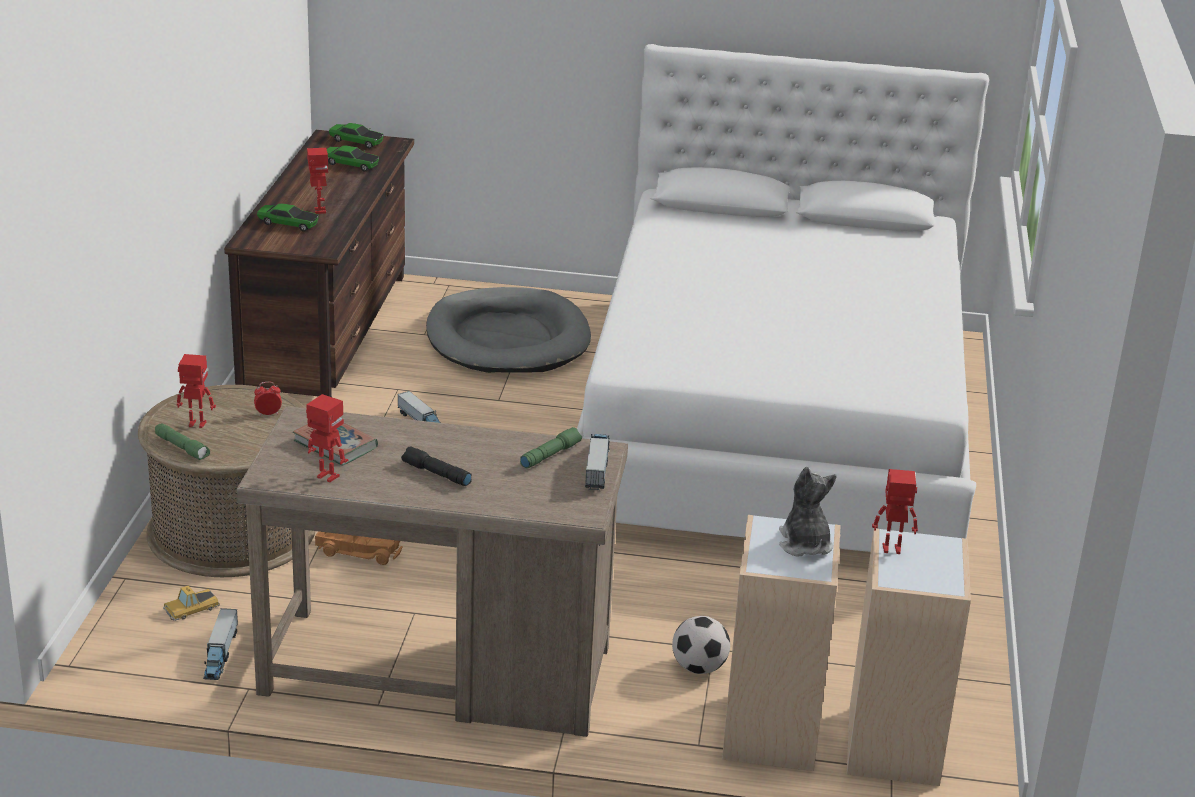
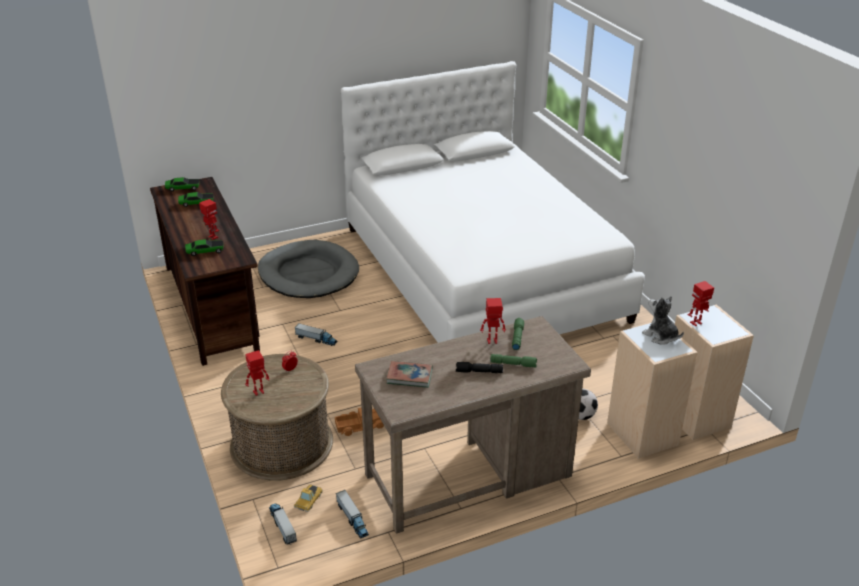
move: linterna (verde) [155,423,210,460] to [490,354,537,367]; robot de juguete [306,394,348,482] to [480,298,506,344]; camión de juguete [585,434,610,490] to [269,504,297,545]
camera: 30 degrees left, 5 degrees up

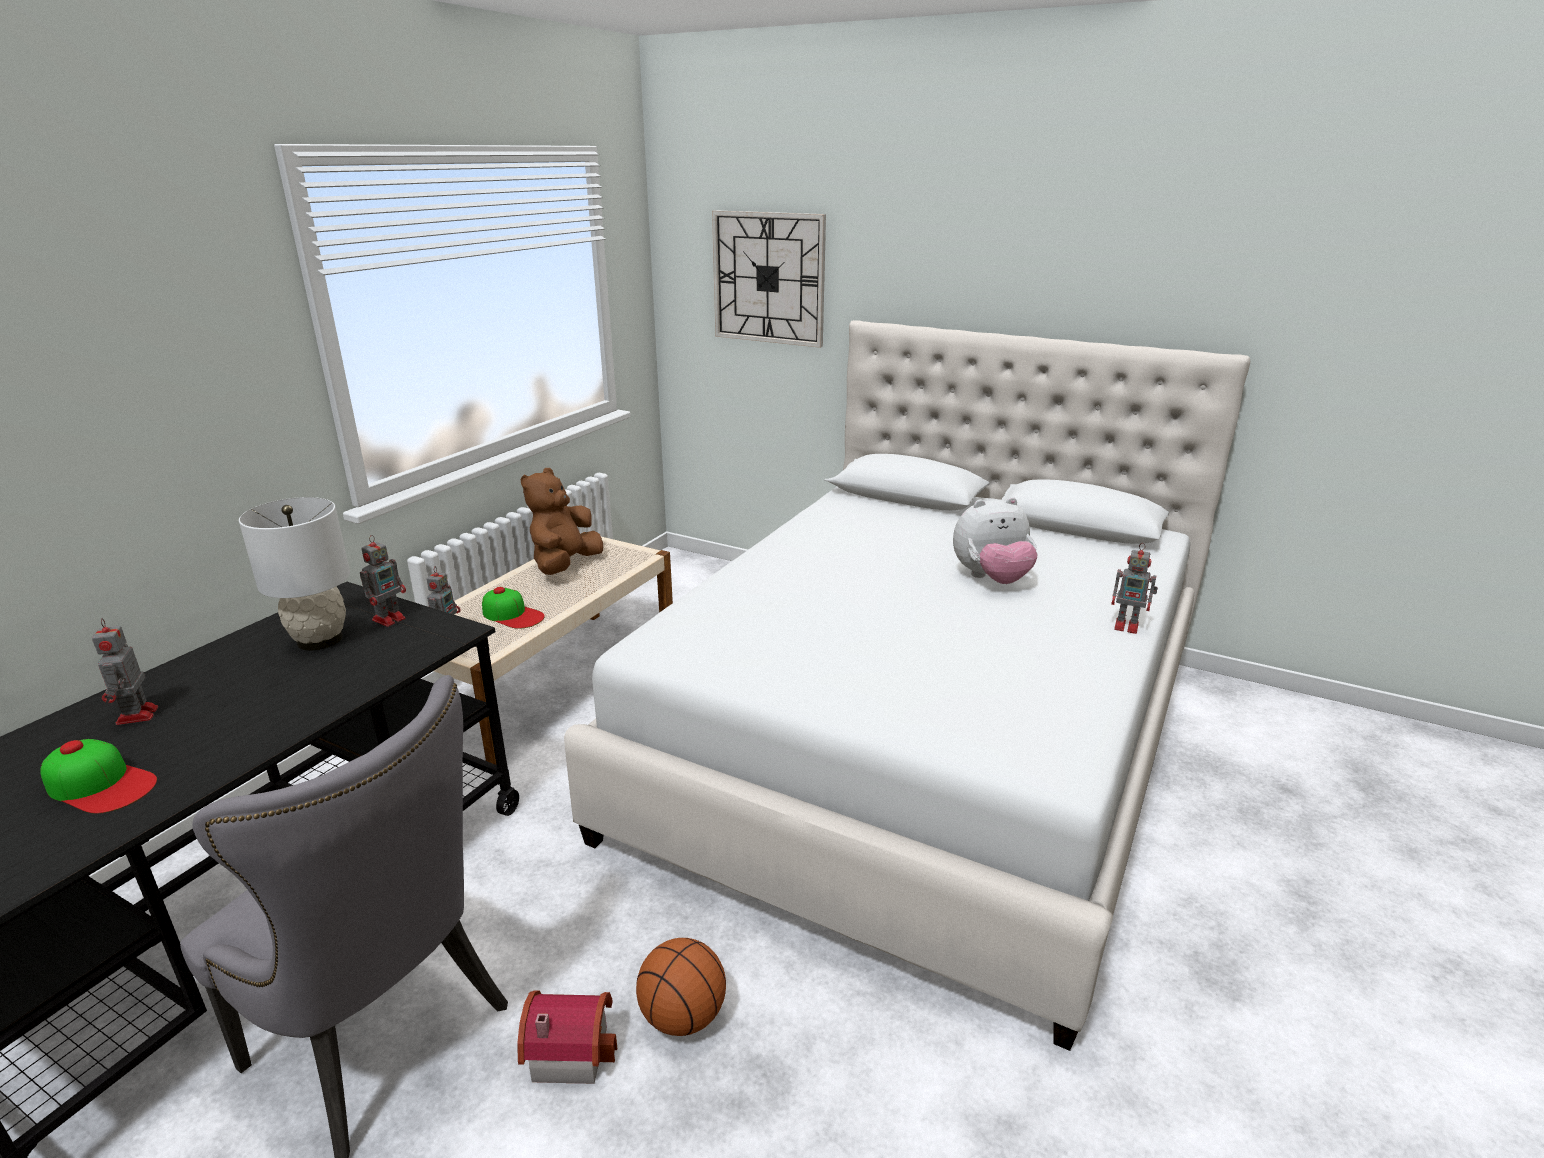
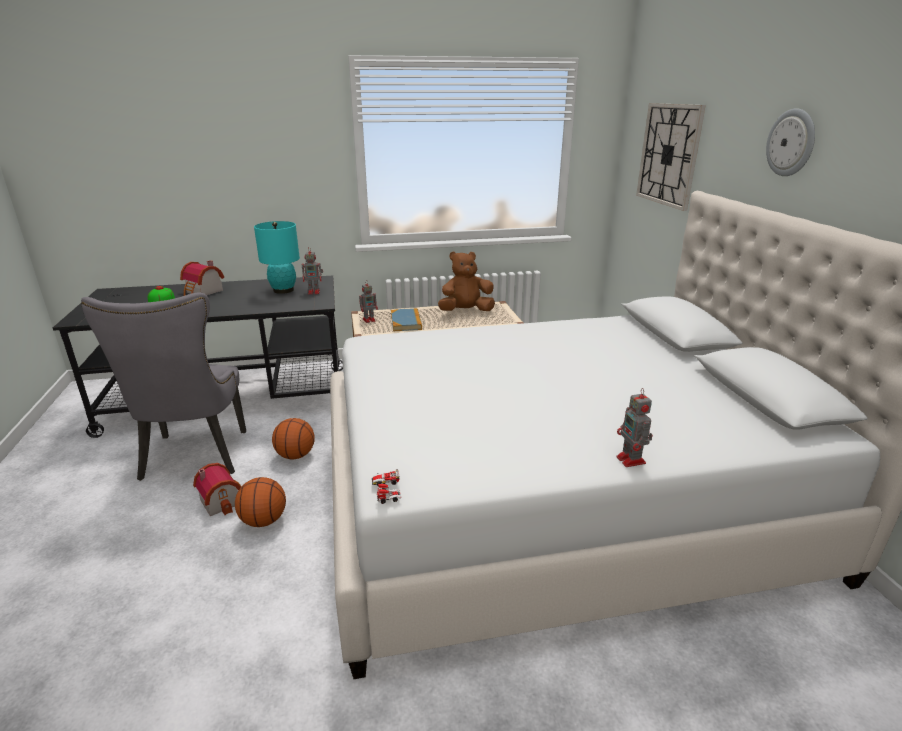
delete: peluche [953,497,1038,584]
insert: balón de baloncesto [272,418,315,459]; coche de juguete [372,469,401,504]; reloj de pared [766,108,815,176]
replace: robot de juguete [92,618,158,725] to casita [180,260,224,296]; gorra [482,587,545,629] to libro [391,308,422,331]
recolor: lámpara de mesa (blanco) [239,497,350,650] to lámpara de mesa (turquesa) [254,221,300,294]
camera: 50 degrees right, 0 degrees up

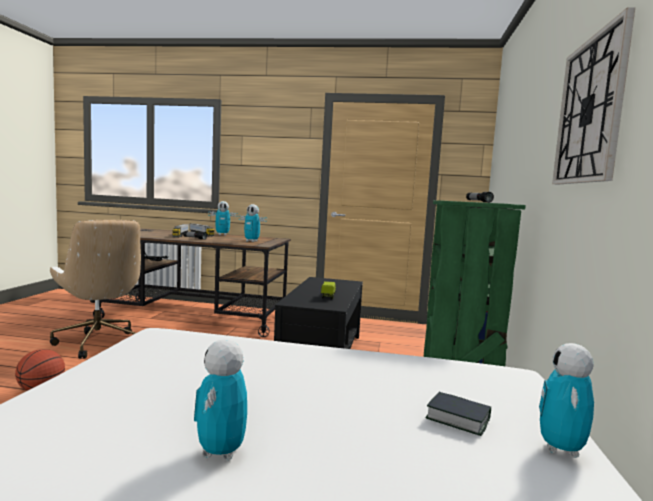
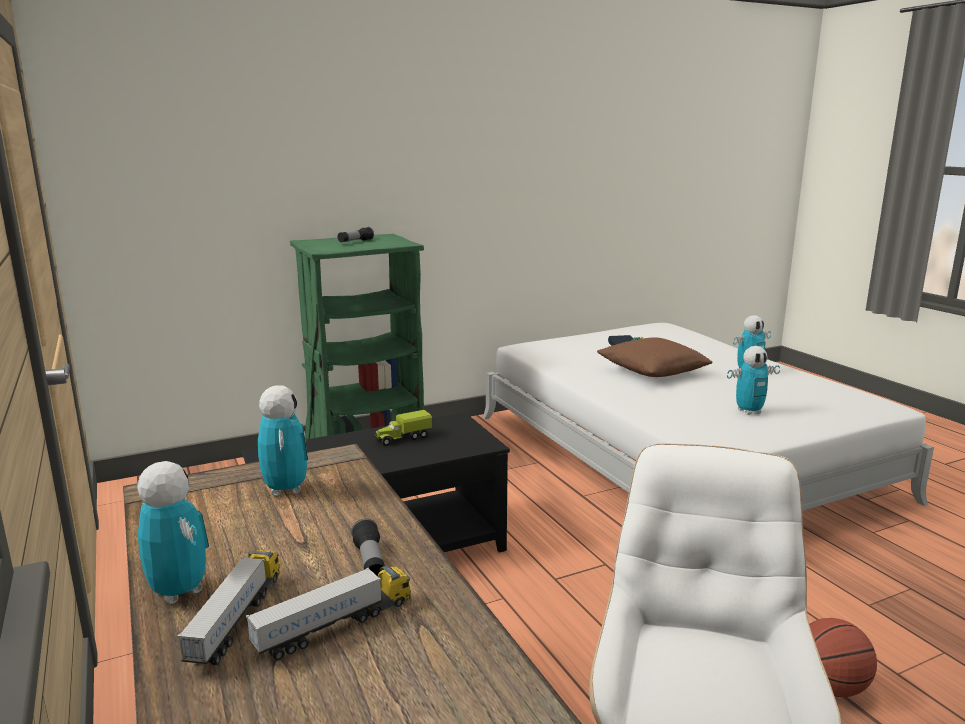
delete: reloj de pared [552,7,635,184]
insert: cojín (marrón) [597,337,712,377]
move: robot de juguete [539,343,594,458] to [727,346,780,415]
camera: 125 degrees left, 10 degrees up

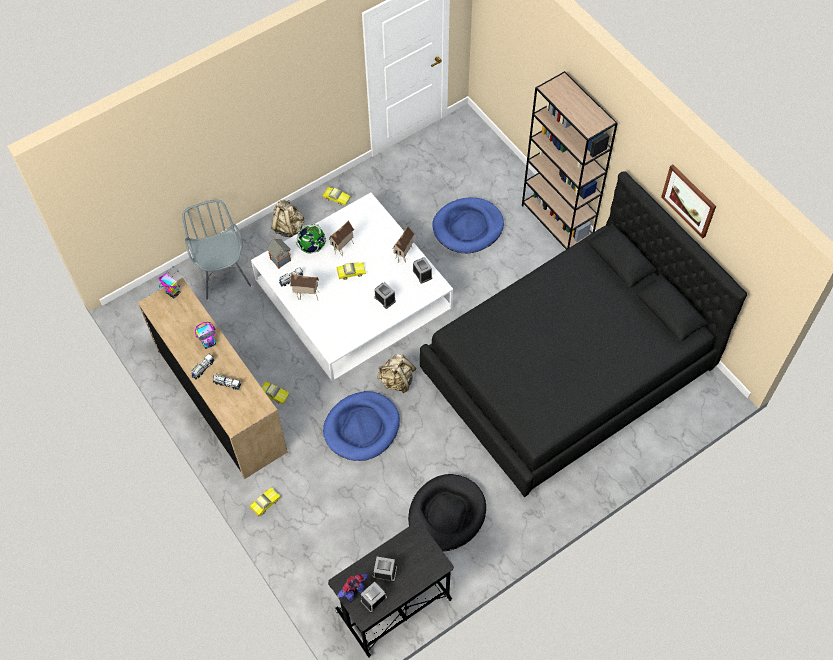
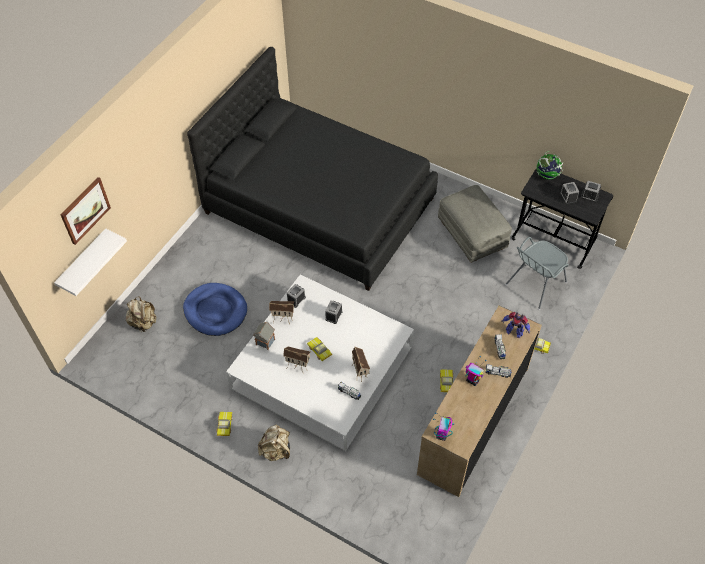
delete: cama para perro (azul) [323,391,400,461]; estantería (beis) [522,71,618,250]
insert: estante (blanco) [54,228,127,296]
move: silla (gris) [182,200,252,301] to [505,237,569,310]; casita [267,238,291,269] to [253,322,275,350]; globo terráqueo [296,224,326,254] to [536,151,563,180]; robot de juguete [337,573,368,601] to [501,312,530,338]; mochila (beis) [377,354,416,393] to [126,296,156,333]; cuadro [661,165,716,238] to [60,177,111,245]
replace: cama para perro (negro) [408,474,486,552] to puf (gris) [438,185,512,263]
camera: 115 degrees left, 5 degrees down

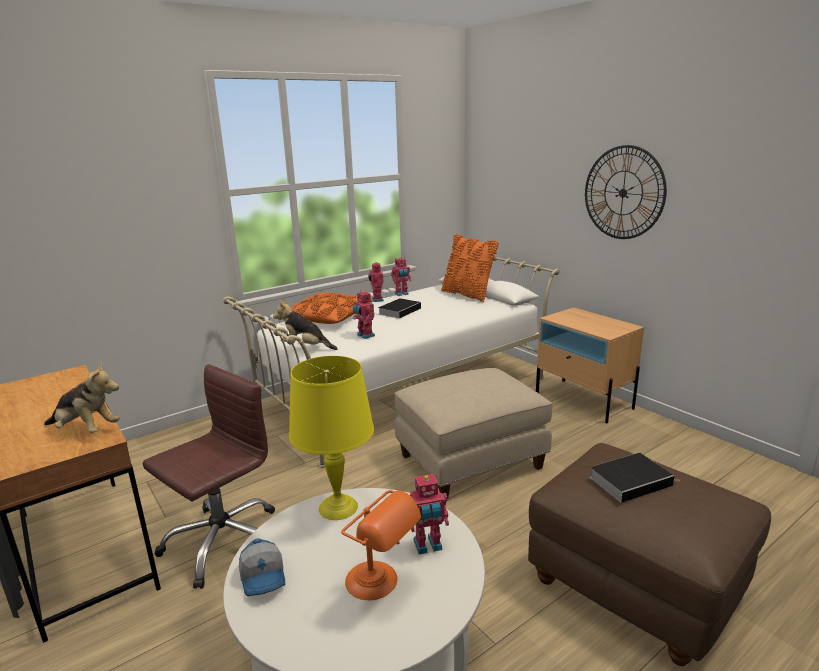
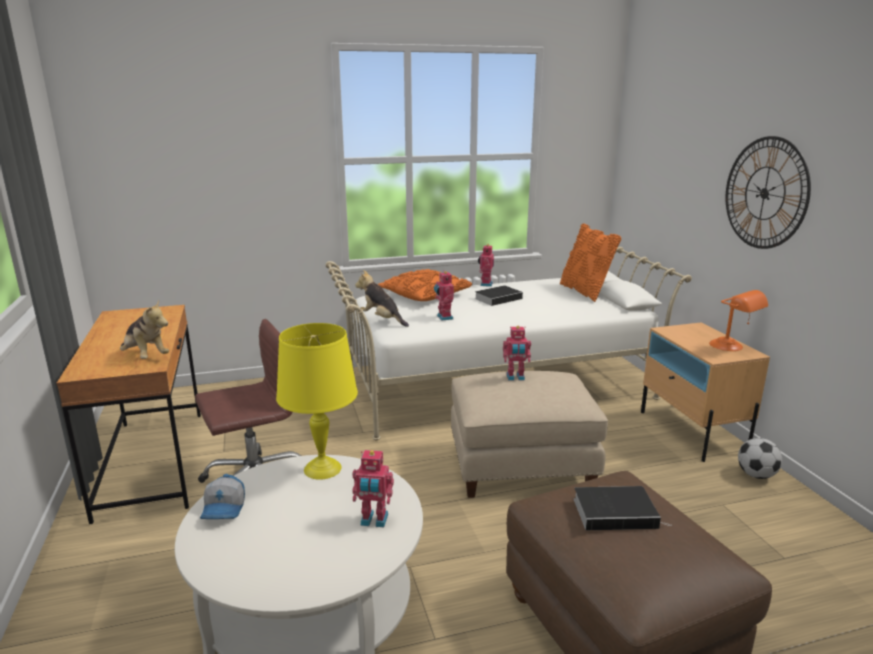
insert: balón de fútbol [738,438,782,479]
move: lámpara de mesa (naranja) [341,490,421,600] to [709,290,768,351]; robot de juguete [391,257,411,296] to [503,326,531,381]
camera: 20 degrees right, 0 degrees up

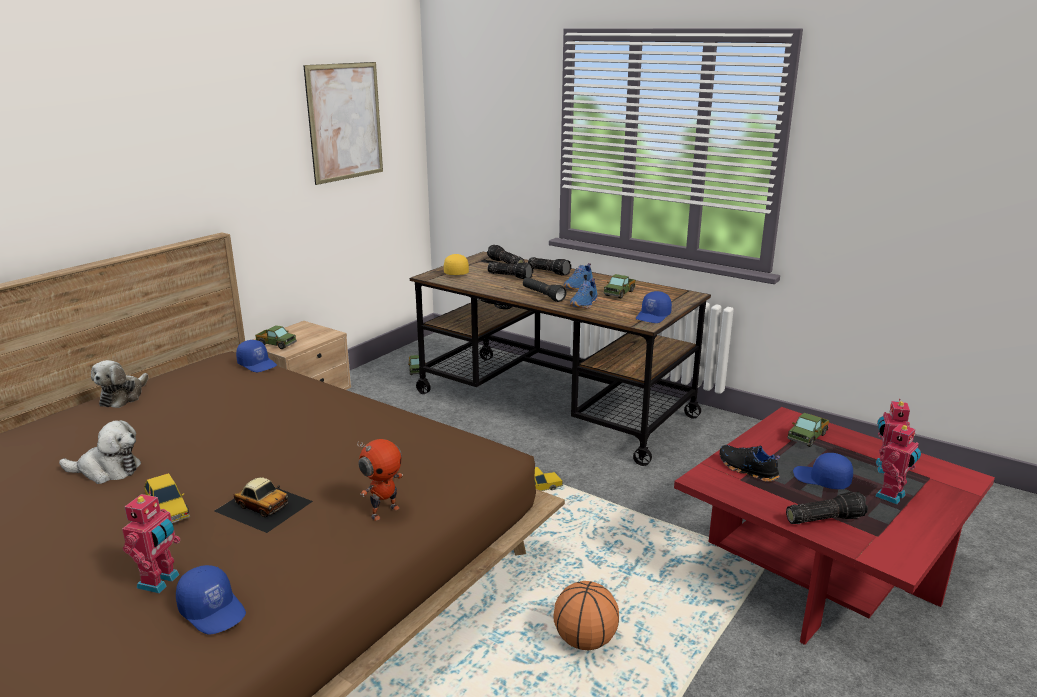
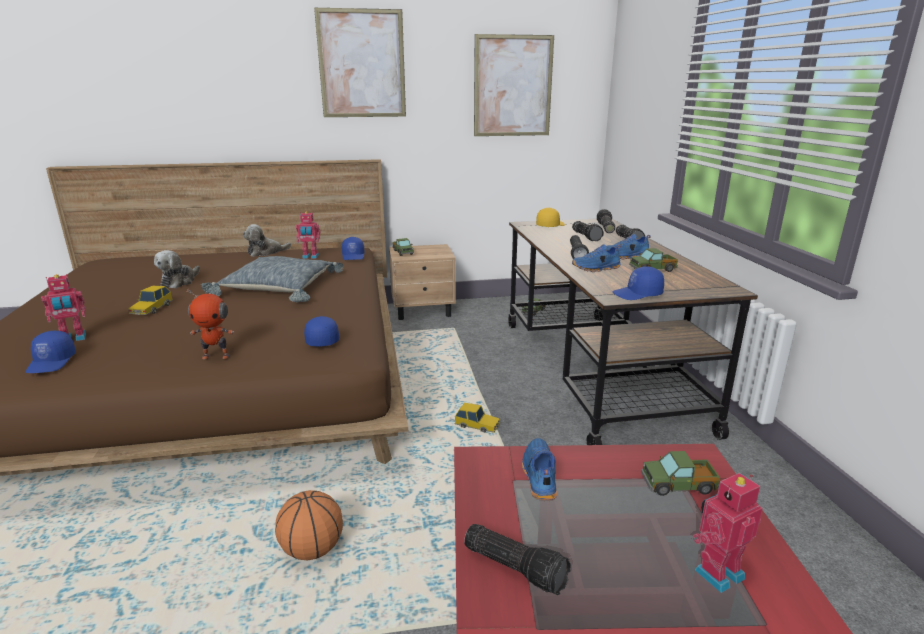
delete: coche de juguete [214,477,313,533]
insert: cojín [201,256,343,303]; cuadro [314,8,406,117]
move: gorra (azul) [793,453,853,489] to [304,316,340,346]; robot de juguete [875,423,921,505] to [296,211,320,259]
recolor: zapato (negro) [719,445,780,482] to zapato (azul) [522,438,557,500]
rotate: peluche [59,420,141,484] = [154,250,200,288] 60 degrees clockwise
camera: 45 degrees right, 0 degrees up

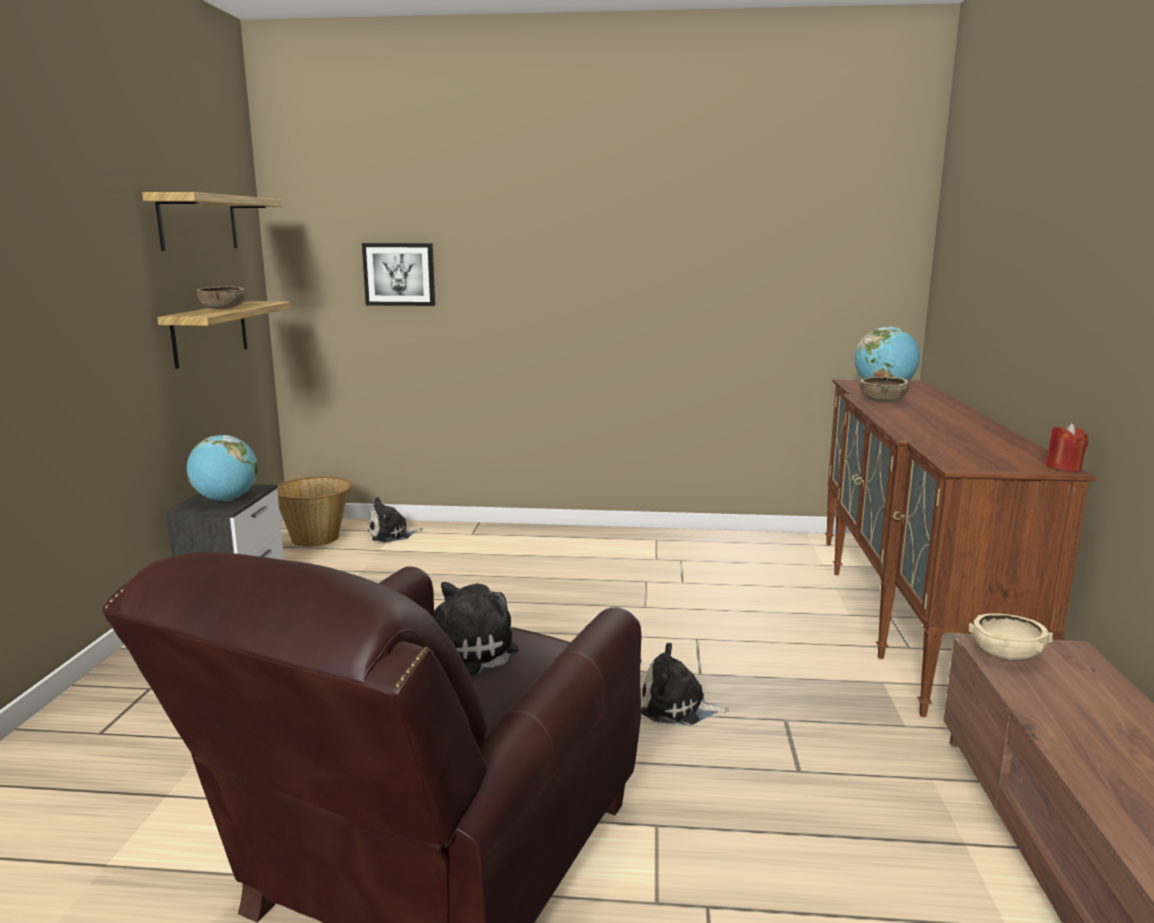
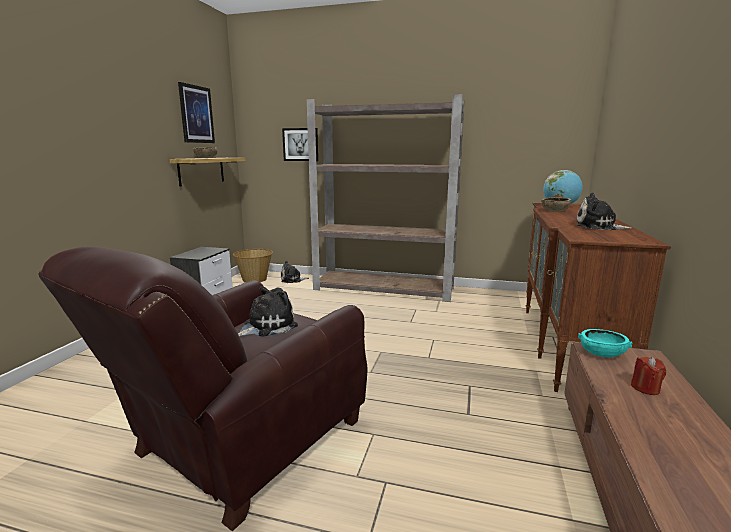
delete: globo terráqueo [187,435,258,501]
insert: estantería (marrón) [307,94,465,302]
move: peluche [641,643,730,725] to [577,193,632,230]; vela (rojo) [1046,423,1088,472] to [631,356,666,395]
replace: estante [142,192,283,251] to cuadro [178,82,215,143]
recolor: cuenco (beis) [969,613,1053,660] to cuenco (turquesa) [578,329,632,357]
camera: 10 degrees right, 0 degrees up

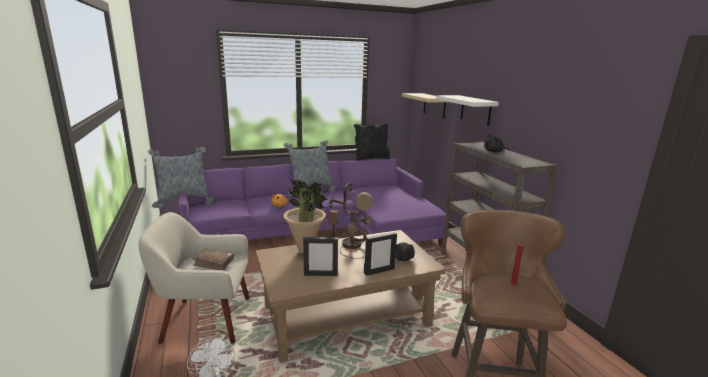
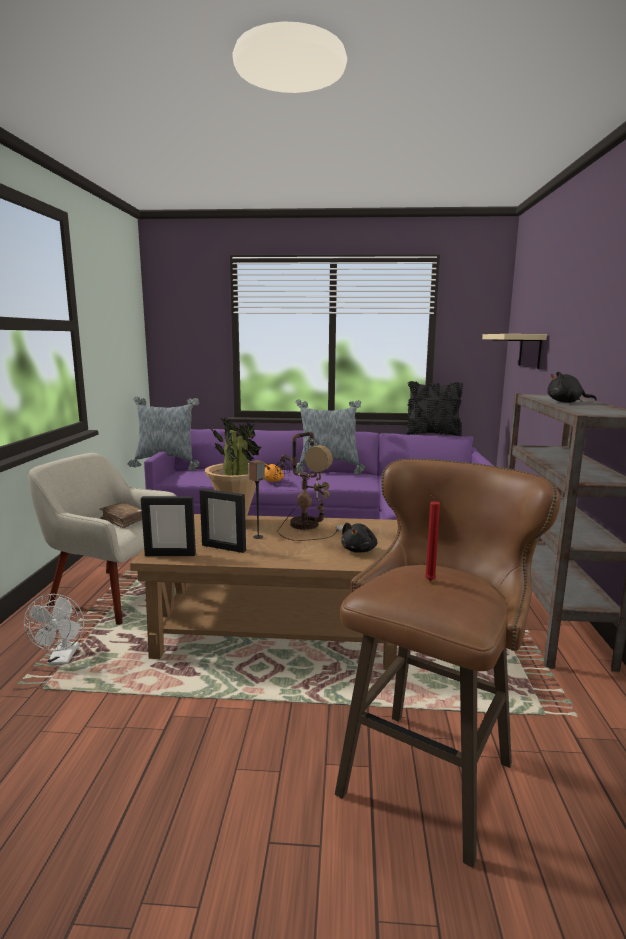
delete: estante (blanco) [436,95,499,126]
move: portarretratos [364,232,397,276] to [141,496,196,556]
camera: 25 degrees right, 5 degrees down

